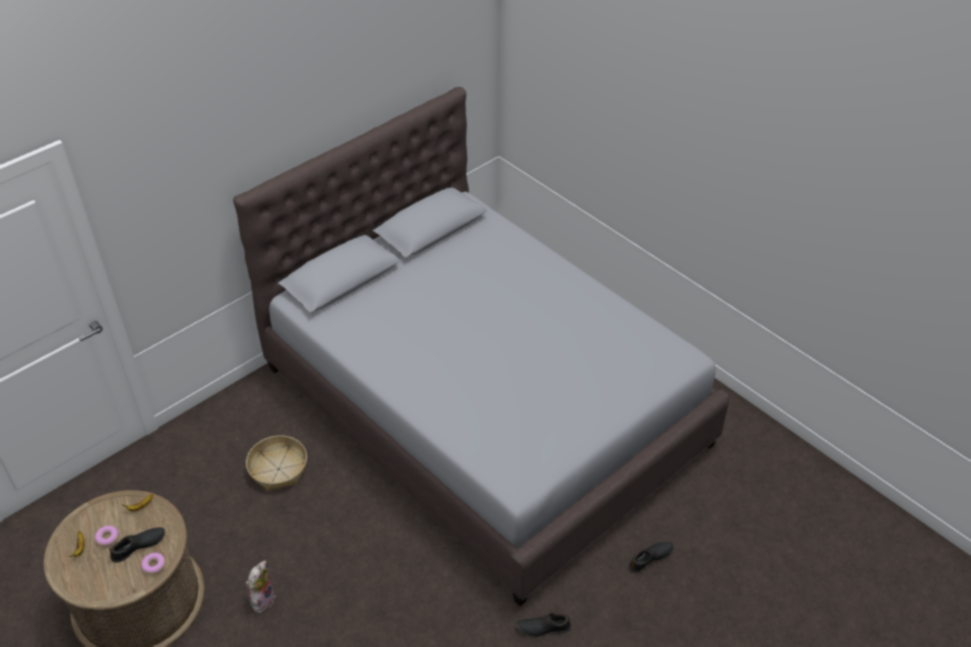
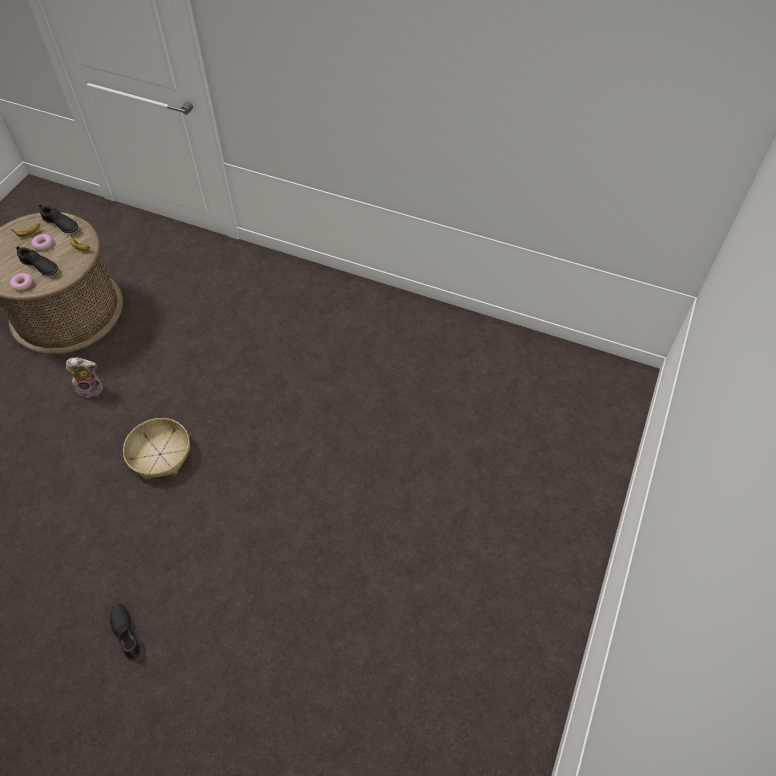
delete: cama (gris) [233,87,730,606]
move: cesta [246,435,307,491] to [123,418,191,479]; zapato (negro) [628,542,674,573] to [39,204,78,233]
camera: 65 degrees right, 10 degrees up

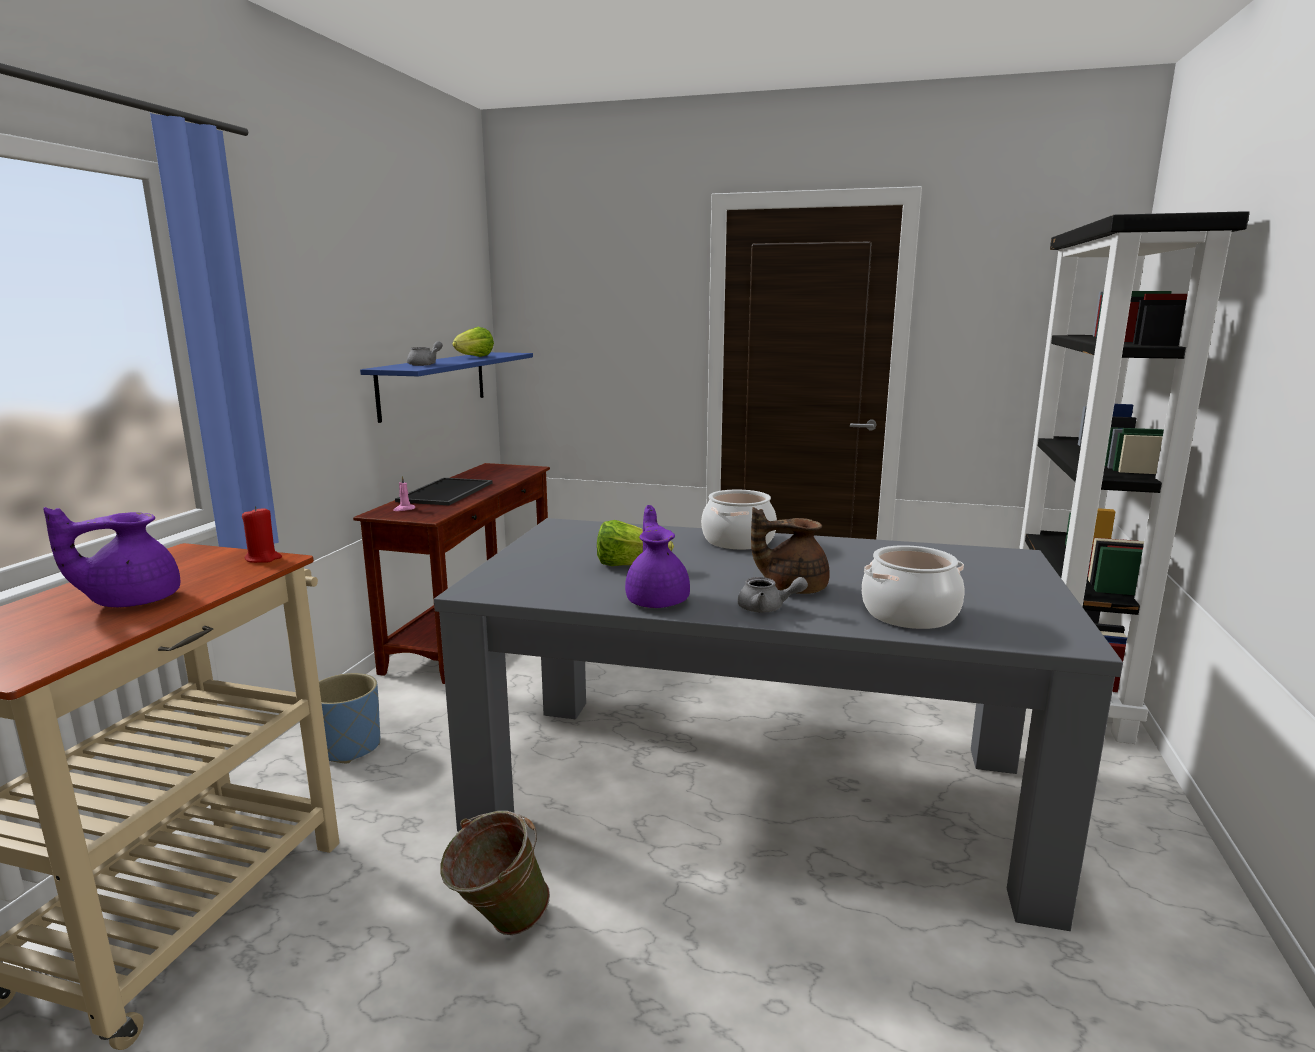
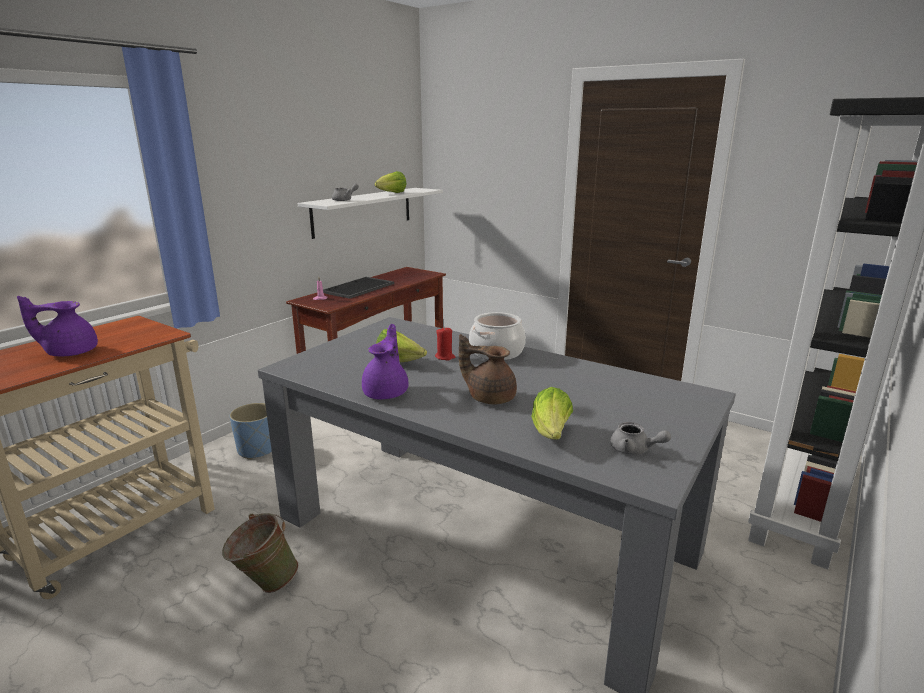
move: vela (rojo) [242,506,282,563] to [435,327,455,360]; tetera (gris) [737,577,808,613] to [610,422,671,455]
replace: olla [862,545,964,629] to lechuga [531,387,573,440]
recolor: estante (azul) [360,352,533,423] to estante (blanco) [298,188,443,239]
camera: 20 degrees right, 5 degrees up

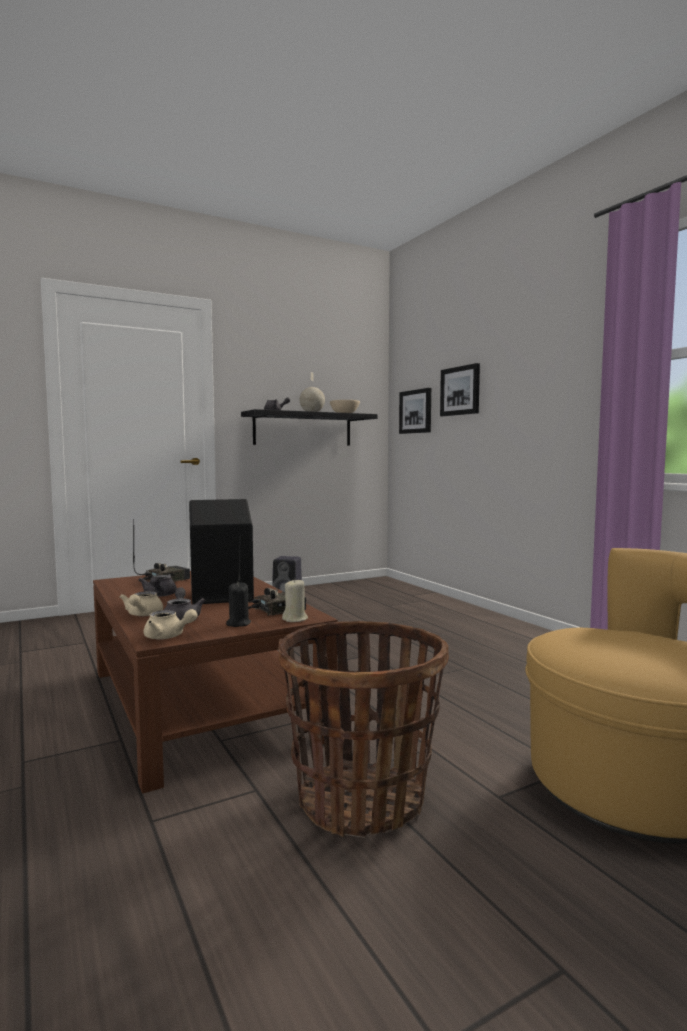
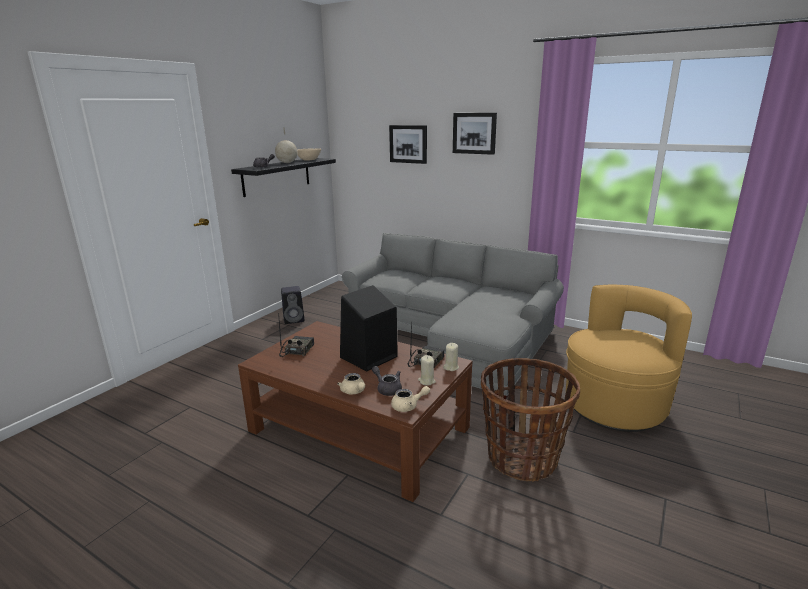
delete: tetera (gris) [138,575,177,597]
insert: sofá (gris) [342,233,564,399]
move: cuadro [399,388,431,434] to [453,113,497,155]
recolor: vela (negro) [226,582,251,627] to vela (beis) [418,355,436,385]
camera: 30 degrees left, 15 degrees up

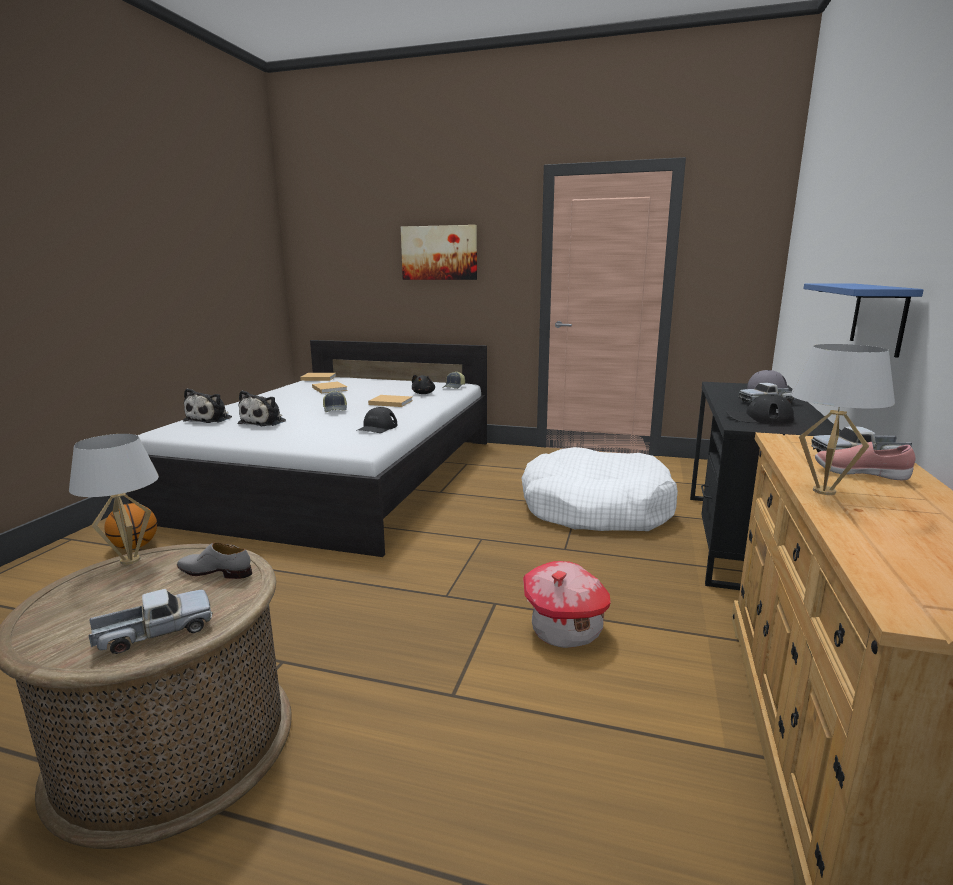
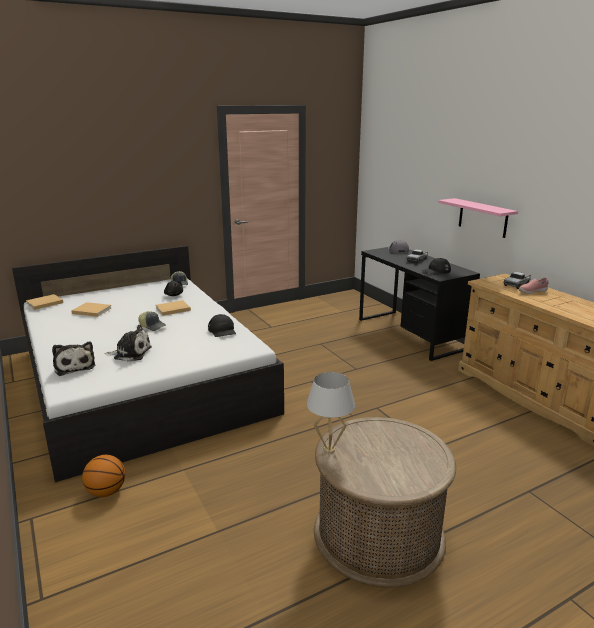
delete: camión de juguete [88,589,213,654]; zapato (gris) [177,542,252,579]; cuadro [401,225,477,280]; cama para perro (blanco) [521,447,678,531]; casita [523,561,611,648]; lámpara de mesa (blanco) [791,344,895,495]
recolor: estante (azul) [804,283,924,358] to estante (rosa) [438,198,518,238]
rotate: peluche [238,390,286,426] = [104,325,152,362] 60 degrees counterclockwise
camera: 45 degrees left, 5 degrees up

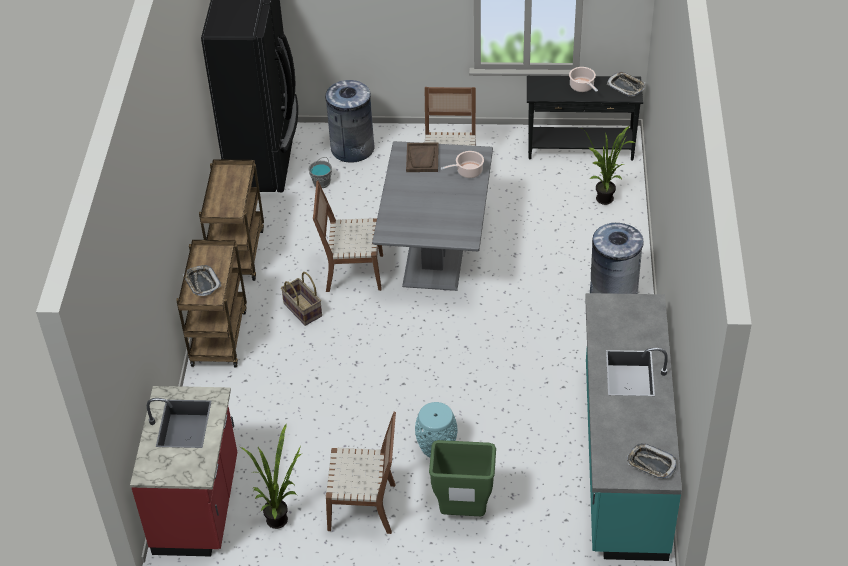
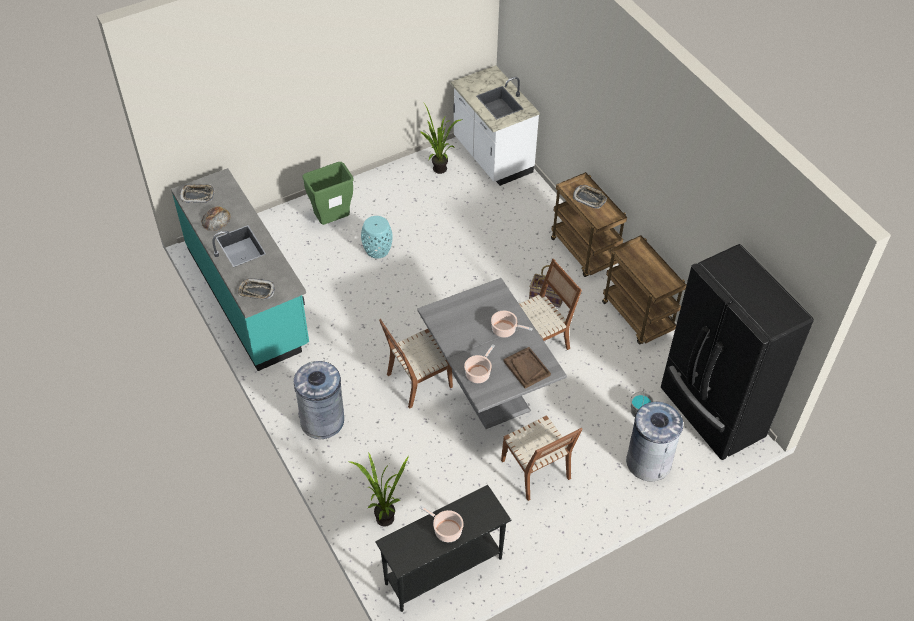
insert: pan [202,206,231,231]; olla [491,311,533,338]
move: silla [326,412,396,534] to [379,319,453,409]; bandeja [607,72,645,97] to [237,278,275,300]
recolor: mueble bajo de cocina (rojo) [130,386,237,557] to mueble bajo de cocina (blanco) [451,65,540,186]
camera: 145 degrees right, 5 degrees up

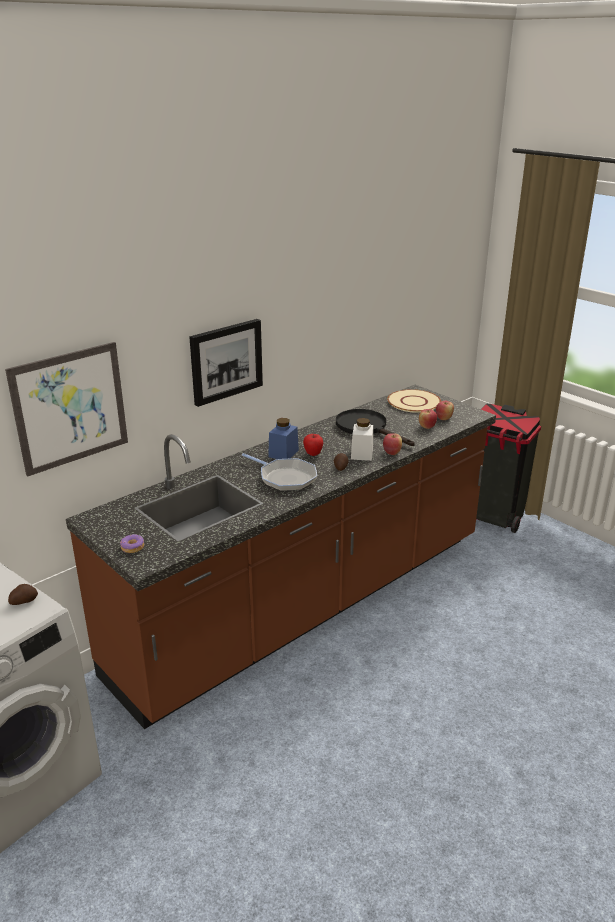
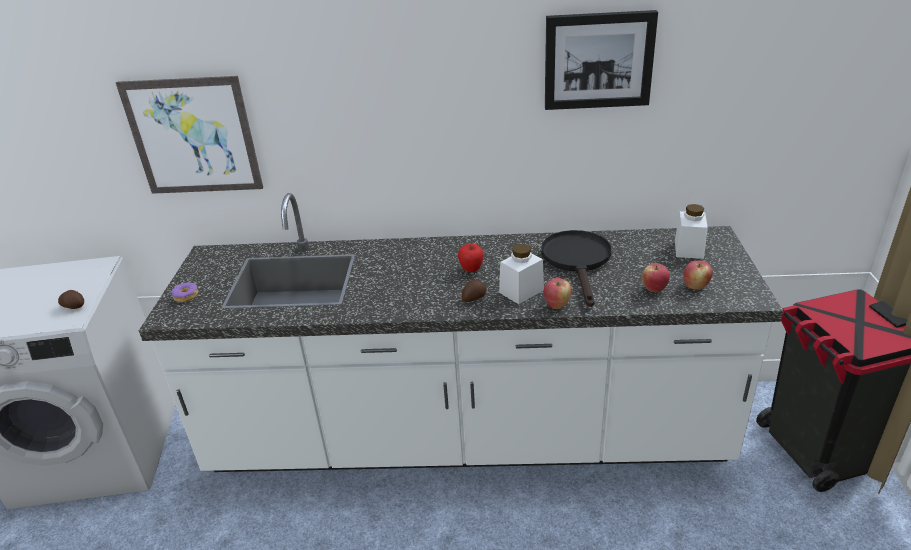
delete: sartén [242,453,317,491]; tarro (azul) [268,418,299,459]
move: cuadro [190,319,263,407] to [545,10,658,110]
replace: plato (beis) [387,389,441,413] to tarro (blanco) [675,204,708,259]
recolor: mueble bajo de cocina (marrón) [66,385,496,729] to mueble bajo de cocina (blanco) [139,193,783,472]
camera: 45 degrees right, 5 degrees up

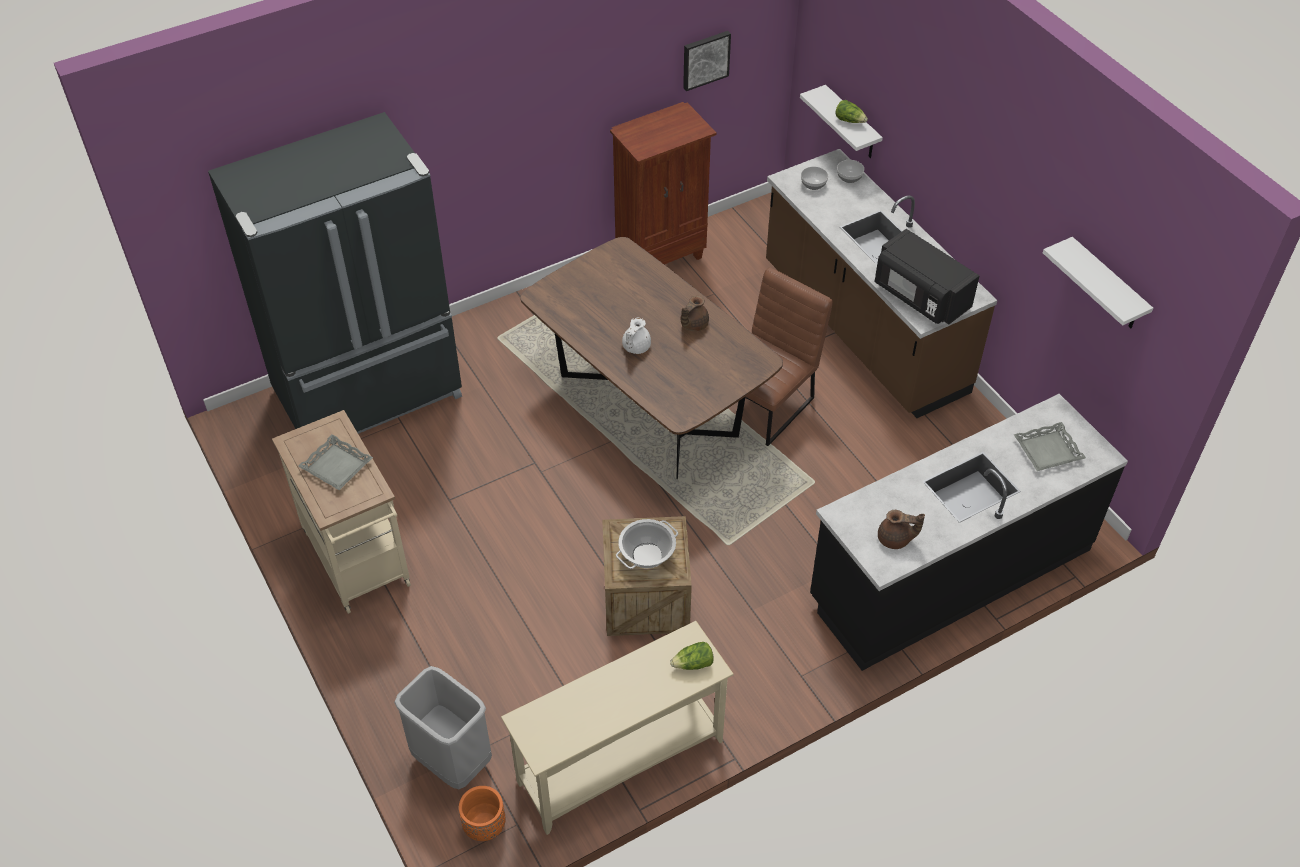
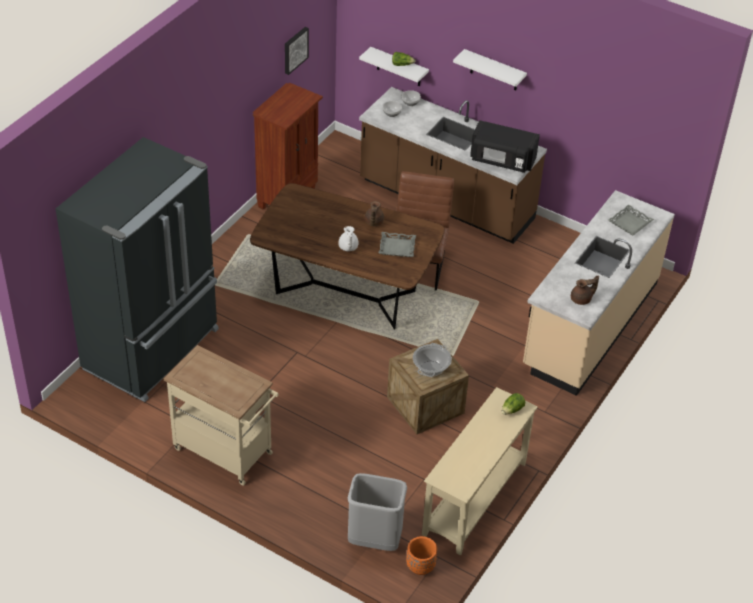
move: bandeja (gris) [298,434,373,490] to [379,232,416,257]; estante (blanco) [1043,237,1153,328] to [453,49,527,90]
recolor: mueble bajo de cocina (negro) [810,394,1128,671] to mueble bajo de cocina (beis) [523,190,675,396]
camera: 30 degrees left, 5 degrees down

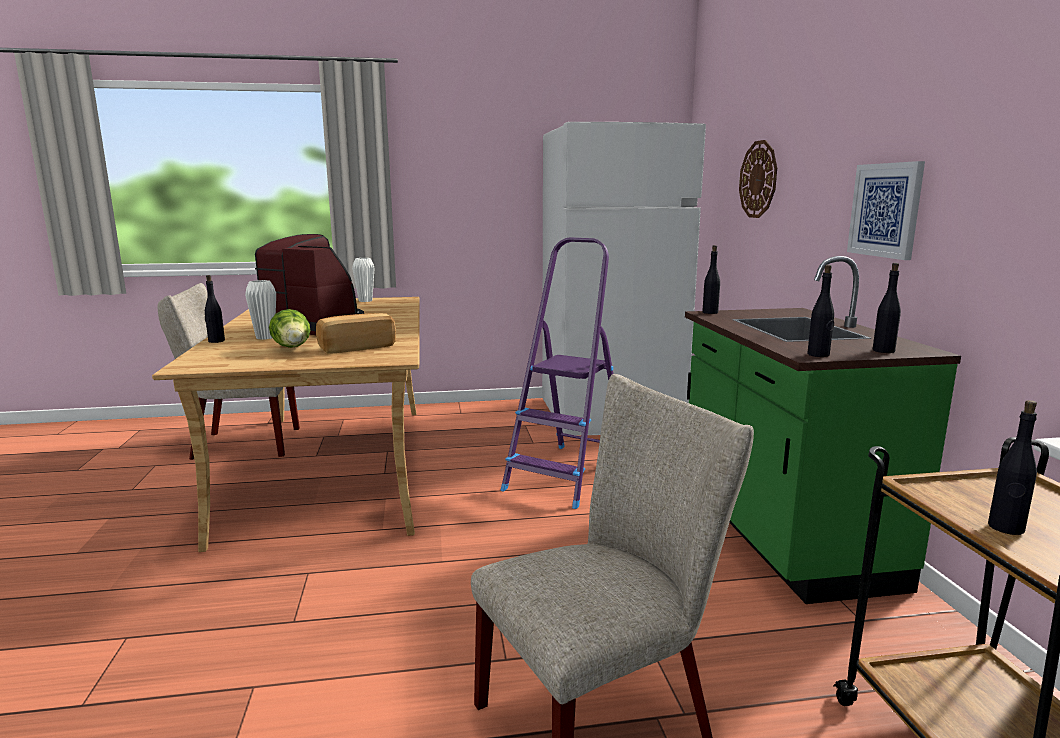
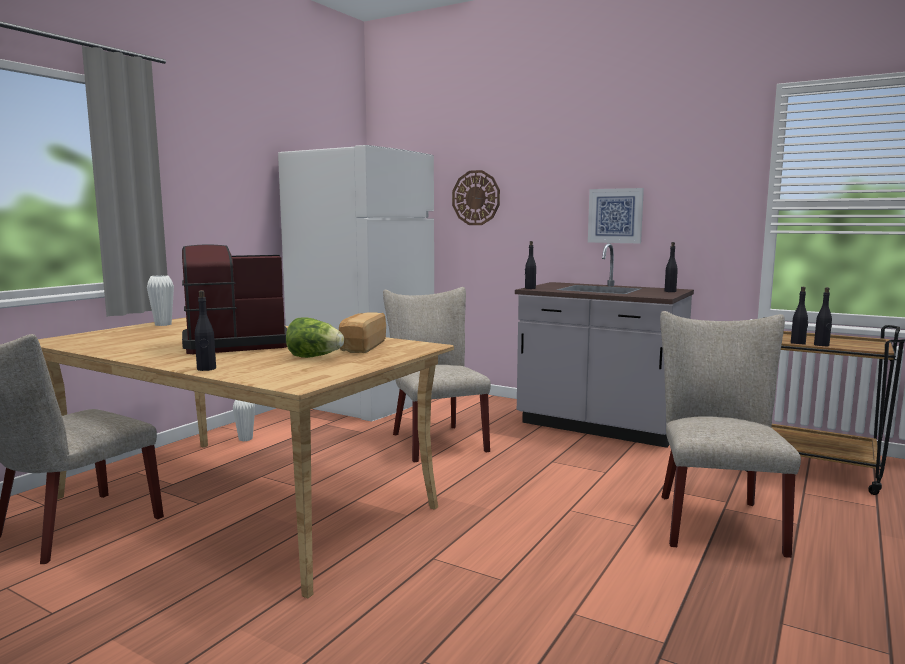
move: florero (blanco) [245,280,276,340] to [233,400,255,441]; botella (negro) [807,265,834,357] to [791,287,808,345]
replace: escalera de tijera (morado) [501,238,613,509] to silla (beis) [383,287,491,462]
recolor: mueble bajo de cocina (verde) [685,256,961,604] to mueble bajo de cocina (gris) [515,243,694,448]
camera: 50 degrees left, 5 degrees down

